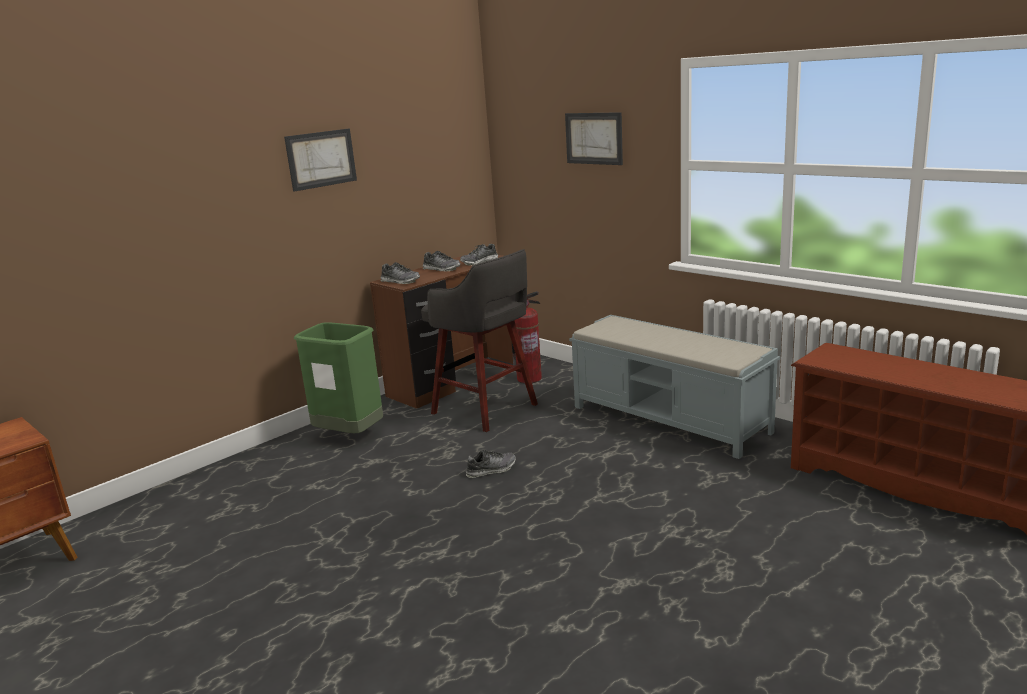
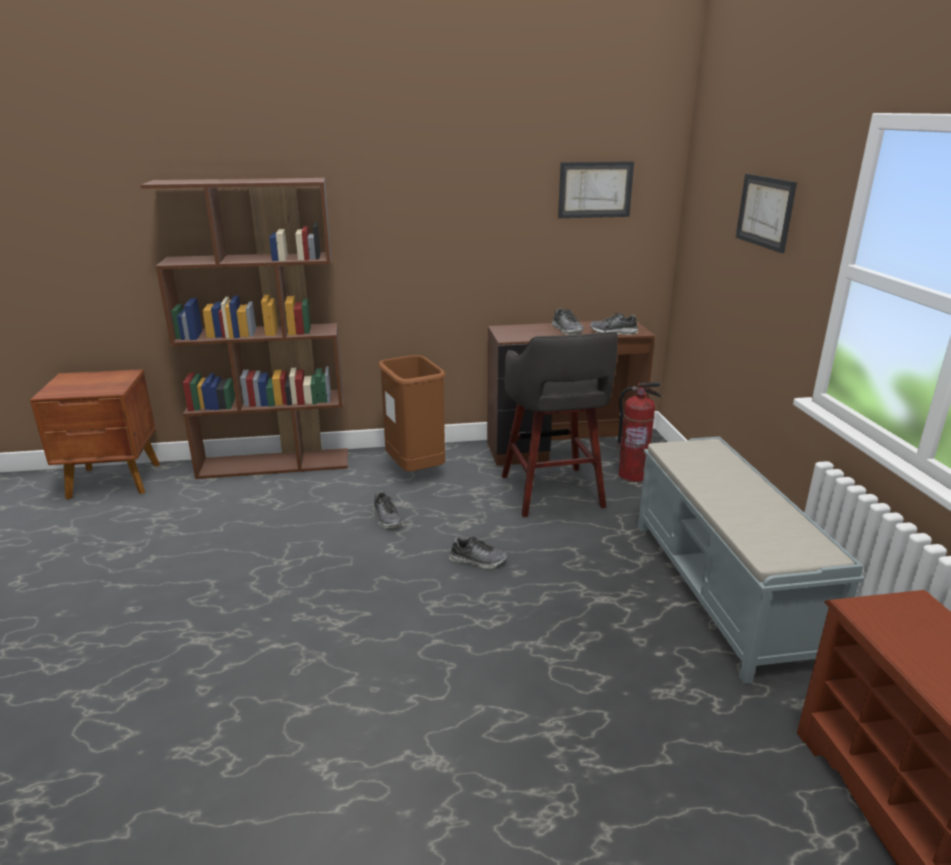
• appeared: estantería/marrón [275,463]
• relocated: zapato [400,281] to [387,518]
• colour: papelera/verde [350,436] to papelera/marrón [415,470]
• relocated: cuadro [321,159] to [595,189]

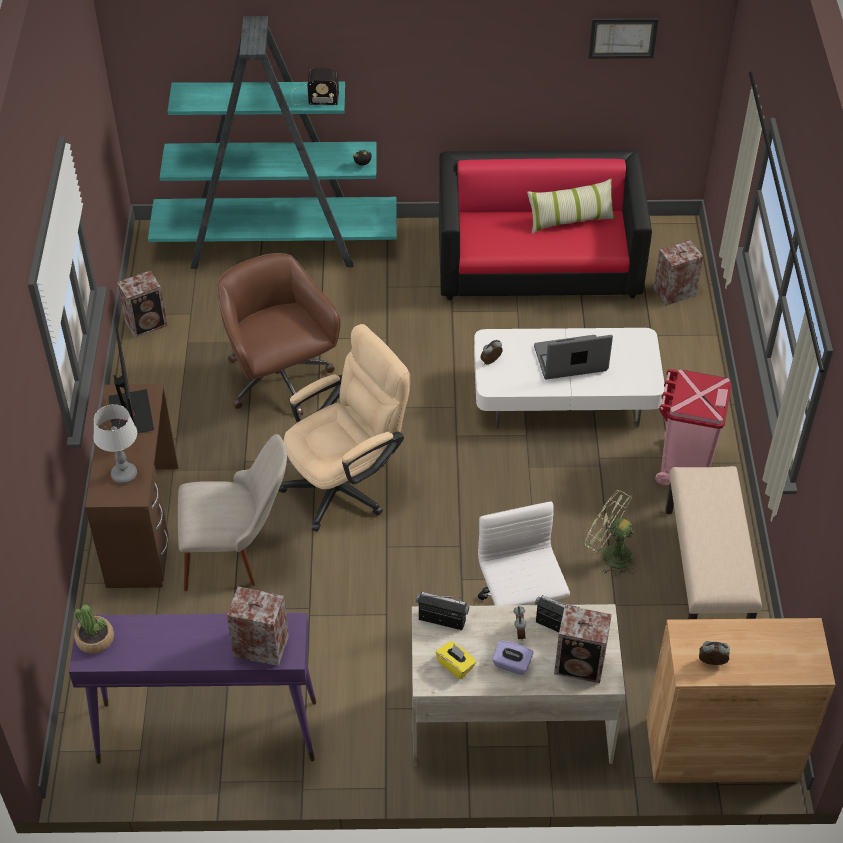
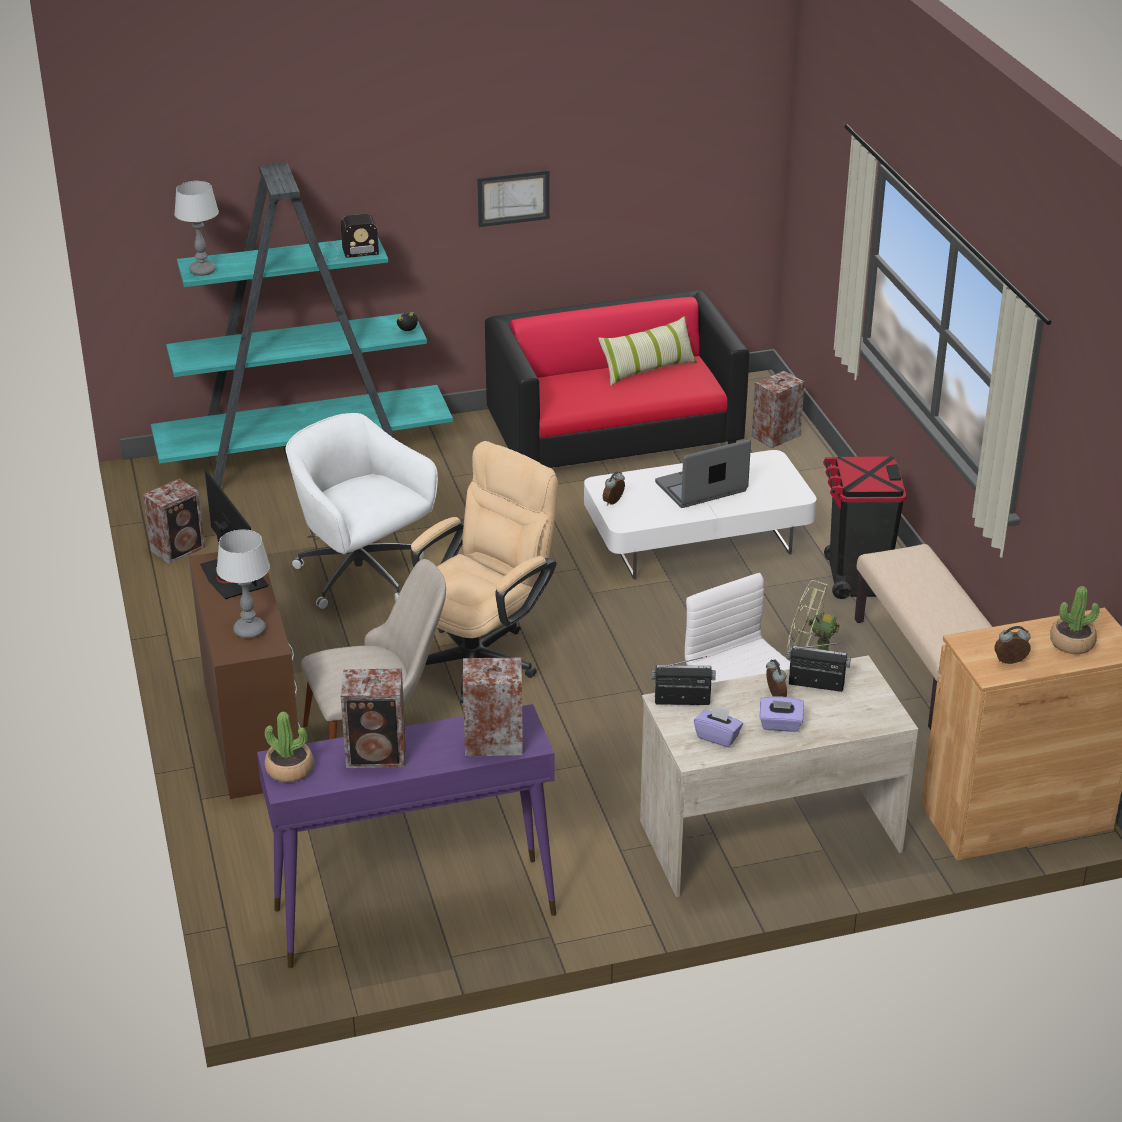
• appeared: lámpara de mesa [202,271]
• colour: silla de oficina/marrón [279,381] to silla de oficina/blanco [362,577]
• relocated: altavoz [581,665] to [378,754]
• relocated: cuadro [623,37] to [513,198]
• colour: caja de pañuelos/amarillo [456,665] to caja de pañuelos/morado [717,737]
• colour: papelera/rosa [683,465] to papelera/negro [856,579]
• appeared: planta en maceta [1072,643]

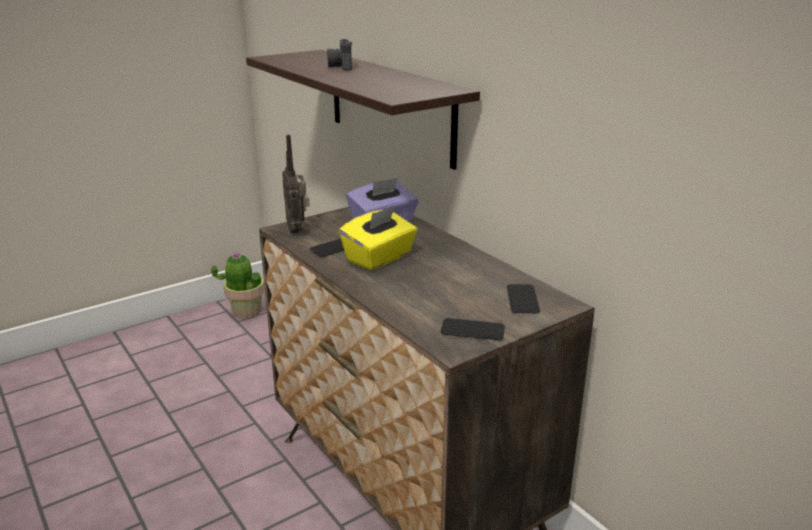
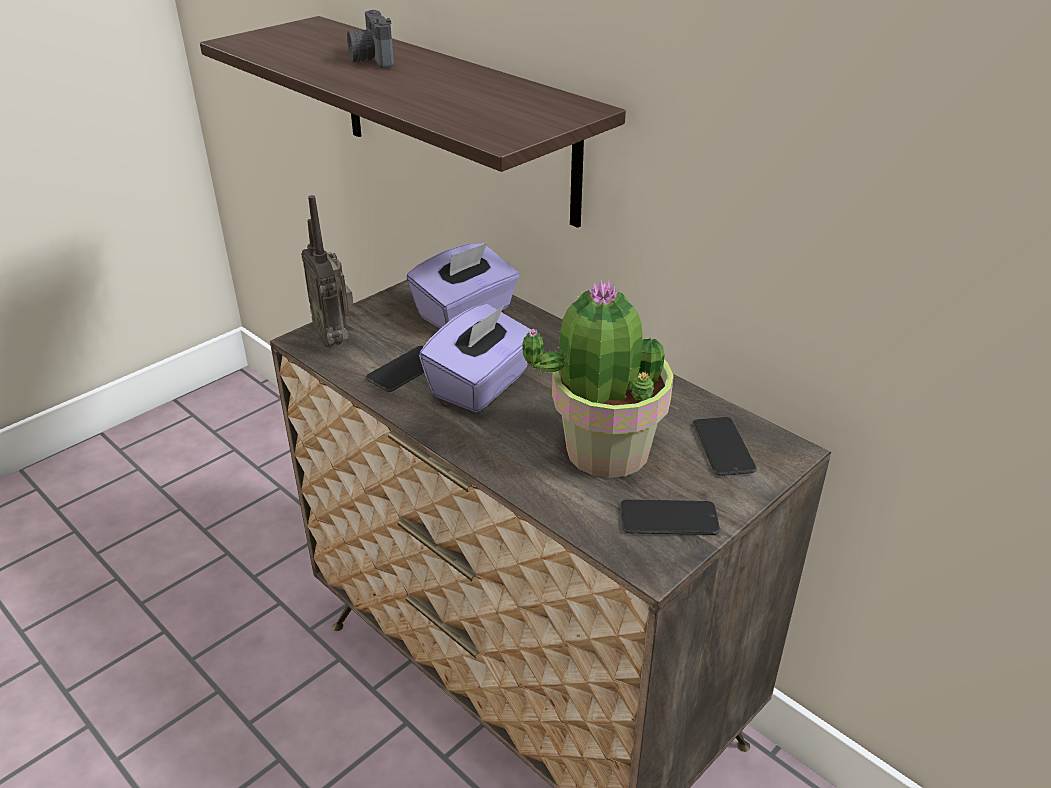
• colour: caja de pañuelos/amarillo [379,258] to caja de pañuelos/morado [481,385]
• relocated: planta en maceta [246,311] to [605,450]

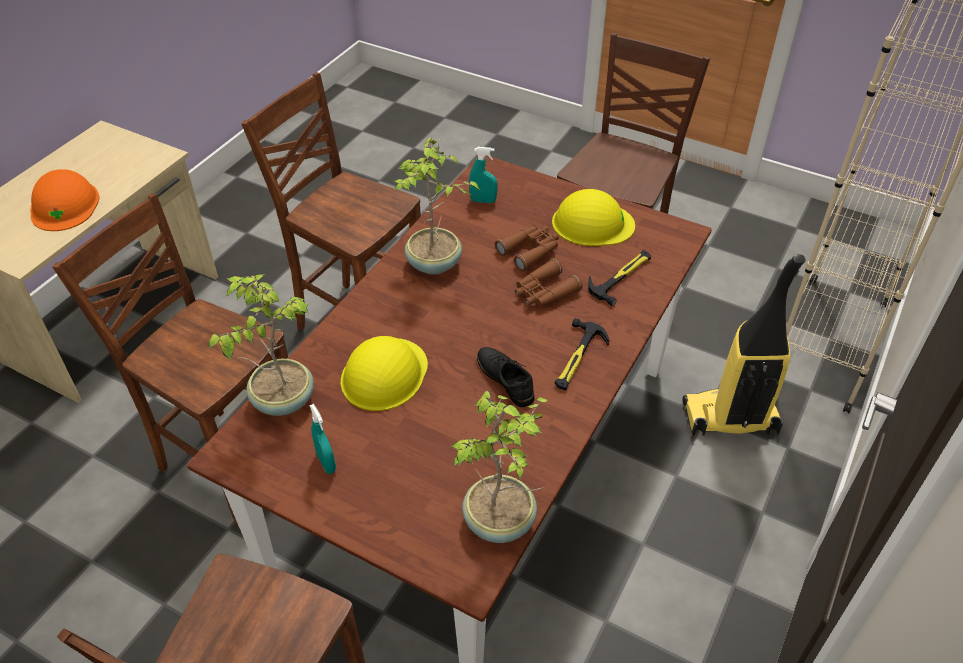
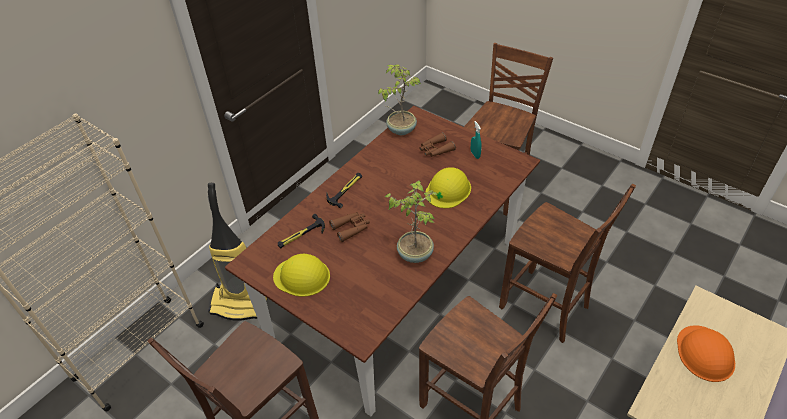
• relocated: prismáticos/marrón [530,251] to [435,150]
• missing: planta en maceta [282,399]
• missing: pulverizador/turquesa [483,201]
• missing: zapato/negro [505,379]

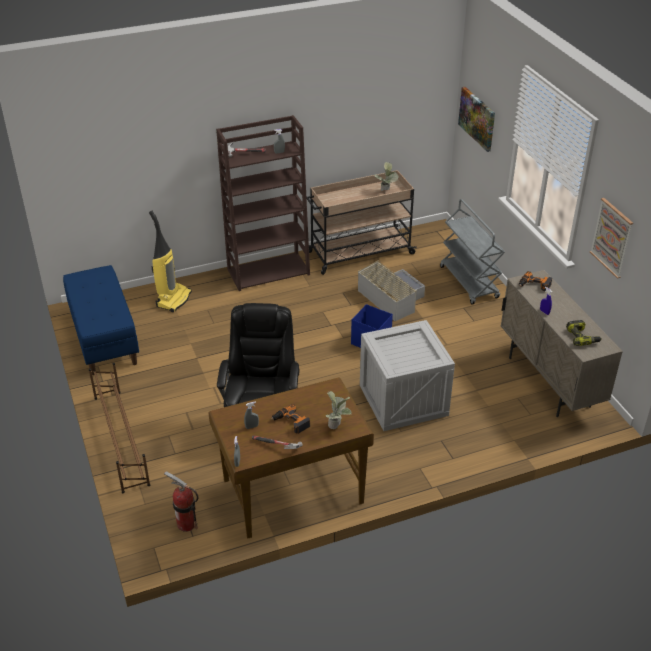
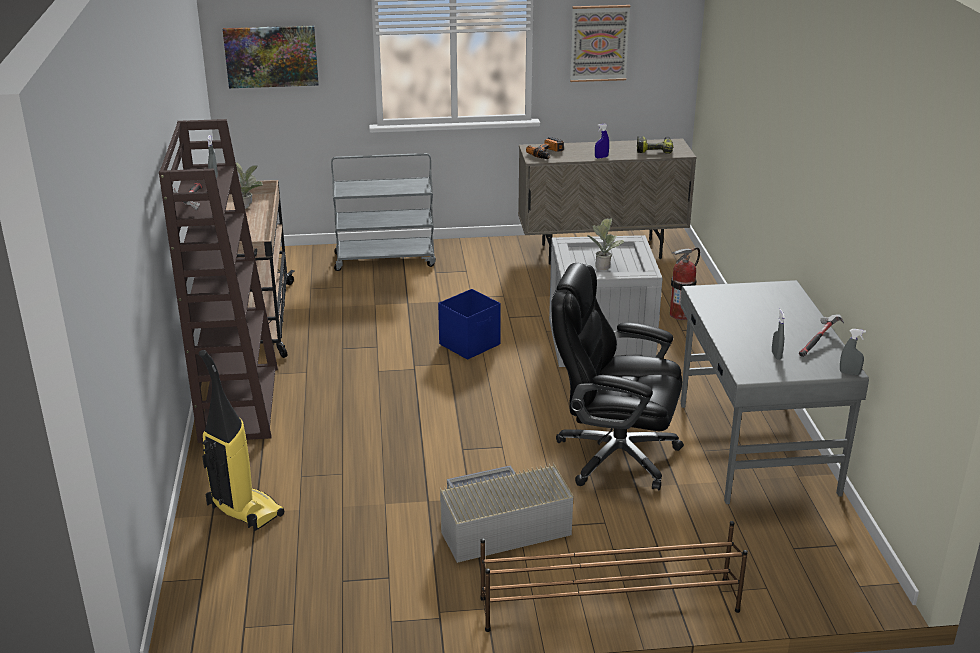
• relocated: caja de almacenaje/gris [391,298] to [498,525]
• relocated: planta en maceta [337,425] to [603,265]
• relocated: extintor [186,524] to [680,314]
• colour: escritorio/marrón [291,491] to escritorio/gris [755,448]
• missing: banco/azul [104,338]
• missing: taladro [291,422]

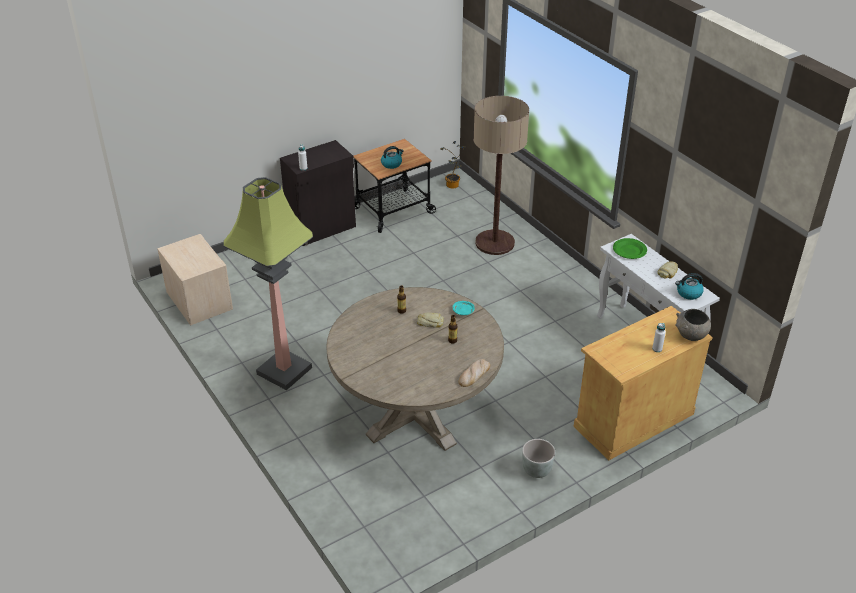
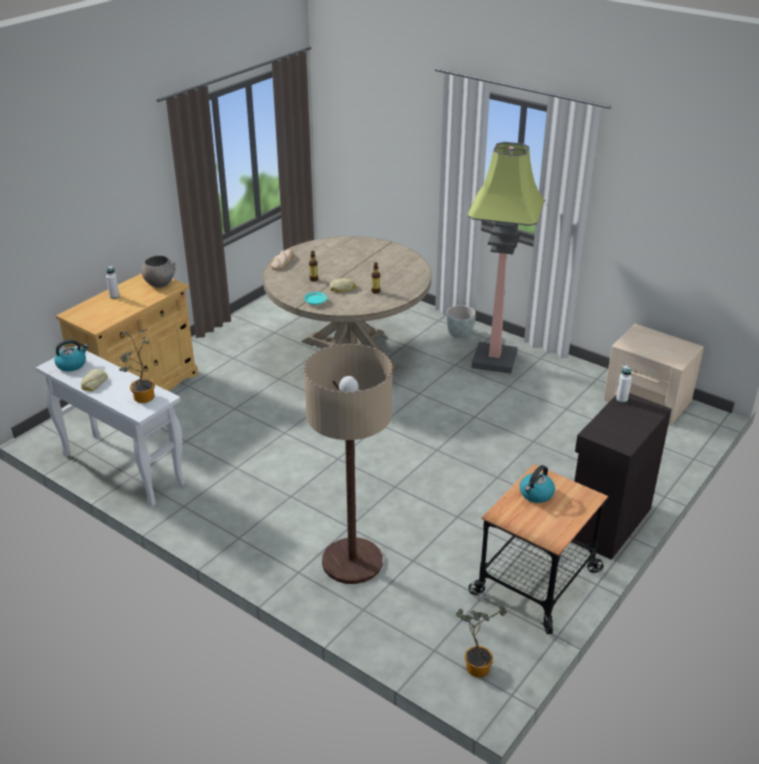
• exchanged: plato/verde [629,250] to planta en maceta [142,399]
• relocated: cuenco/gris [691,336] to [160,283]
• relocated: maceta/gris [536,470] to [459,334]

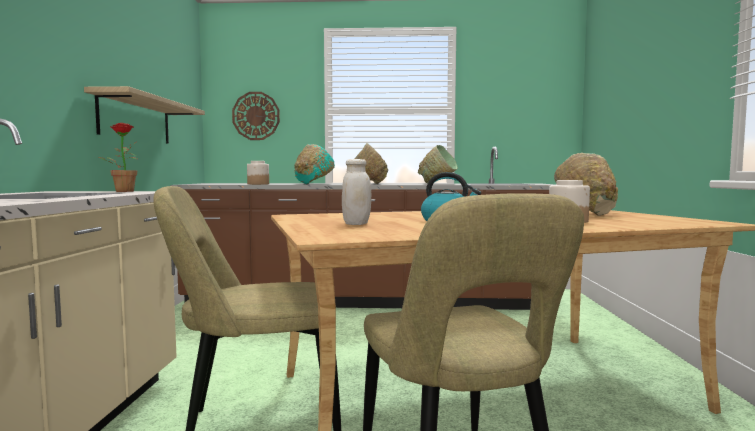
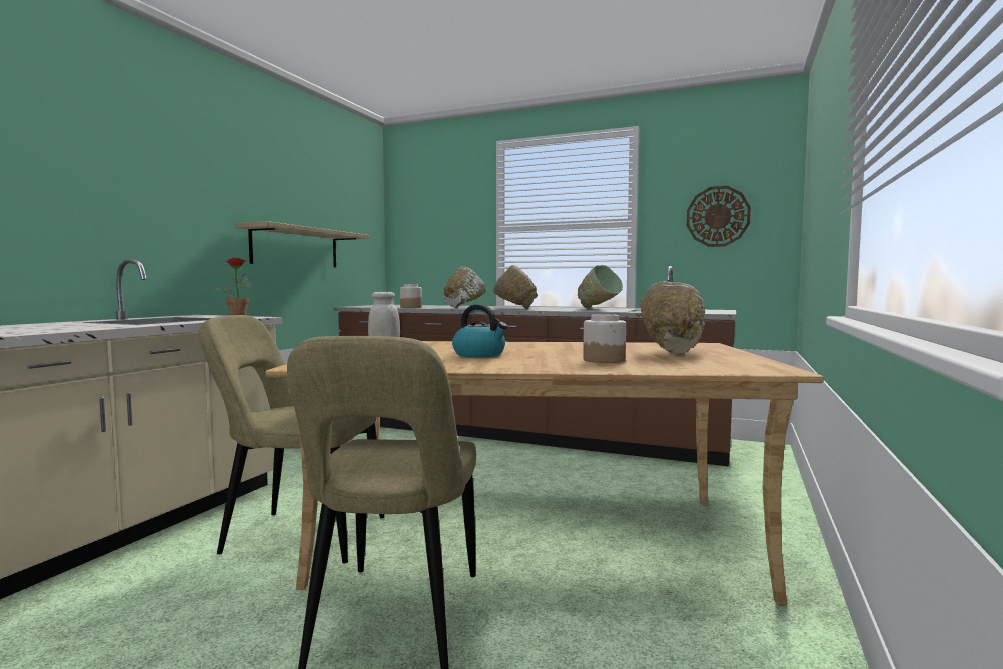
• colour: cuenco/turquesa [313,184] to cuenco/blanco [464,307]
• relocated: reloj de pared [256,116] to [718,216]

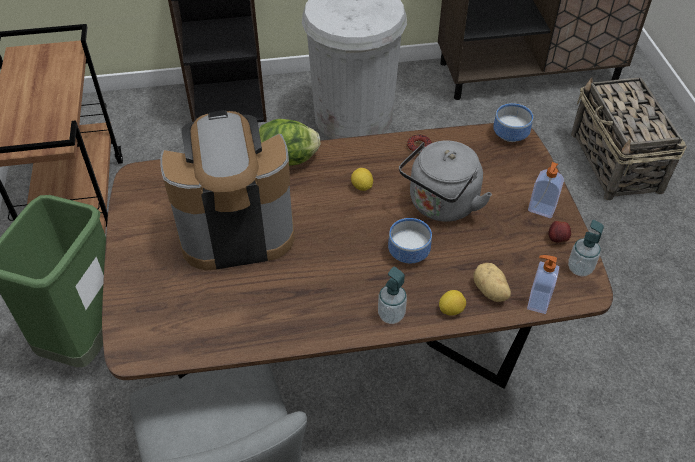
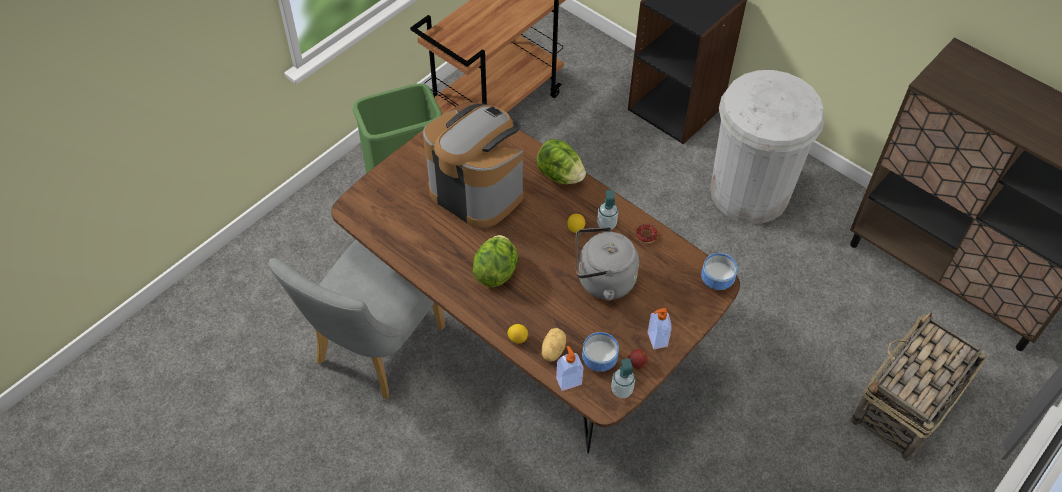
• appeared: lechuga [496,271]
• relocated: cuenco [407,254] to [597,360]
• relocated: dispensador de jabón [391,315] to [606,224]

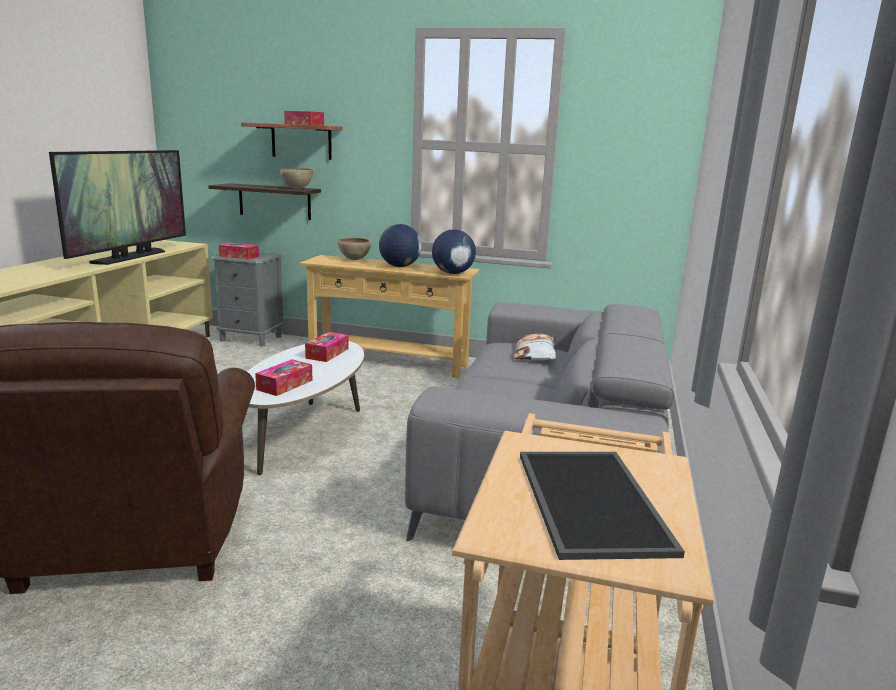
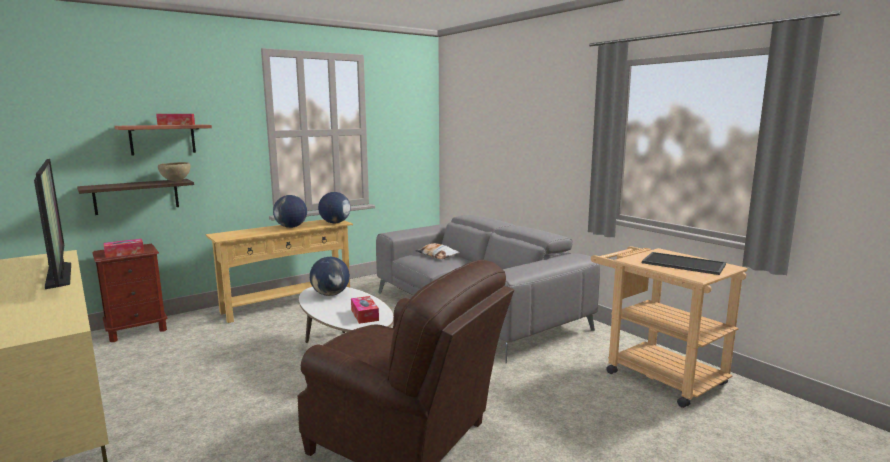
• colour: mesita de noche/gris [251,338] to mesita de noche/marrón [137,330]
• exchanged: caja de pañuelos [327,353] to globo terráqueo [331,294]
• missing: cuenco/marrón [354,260]

